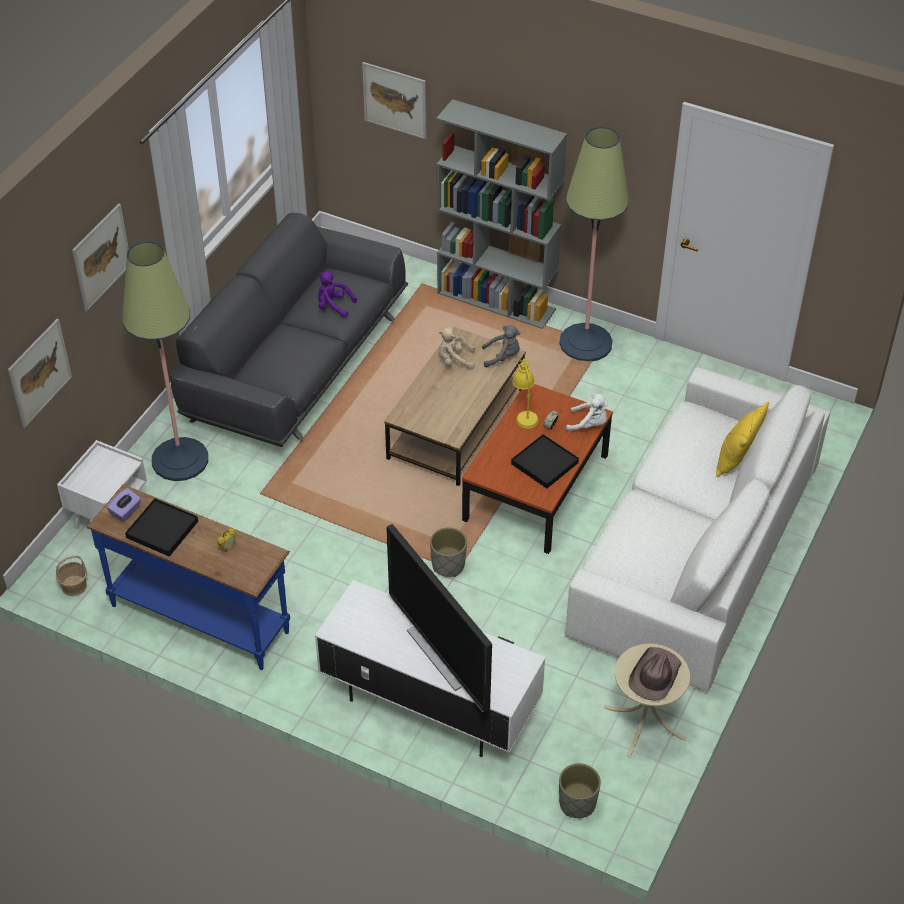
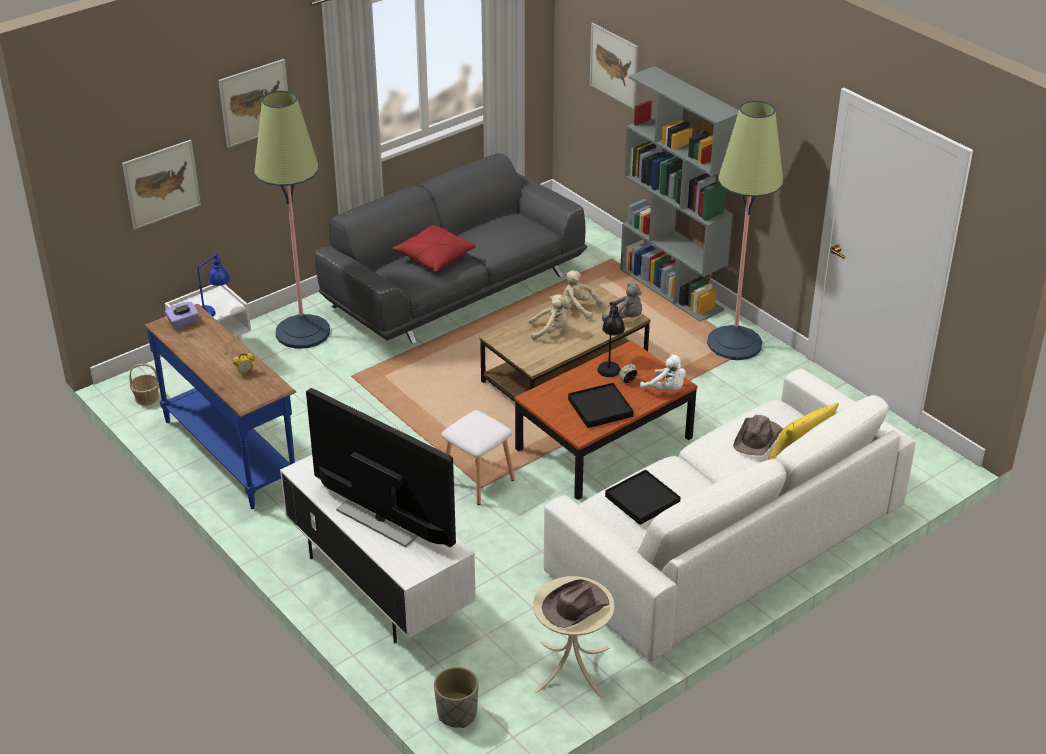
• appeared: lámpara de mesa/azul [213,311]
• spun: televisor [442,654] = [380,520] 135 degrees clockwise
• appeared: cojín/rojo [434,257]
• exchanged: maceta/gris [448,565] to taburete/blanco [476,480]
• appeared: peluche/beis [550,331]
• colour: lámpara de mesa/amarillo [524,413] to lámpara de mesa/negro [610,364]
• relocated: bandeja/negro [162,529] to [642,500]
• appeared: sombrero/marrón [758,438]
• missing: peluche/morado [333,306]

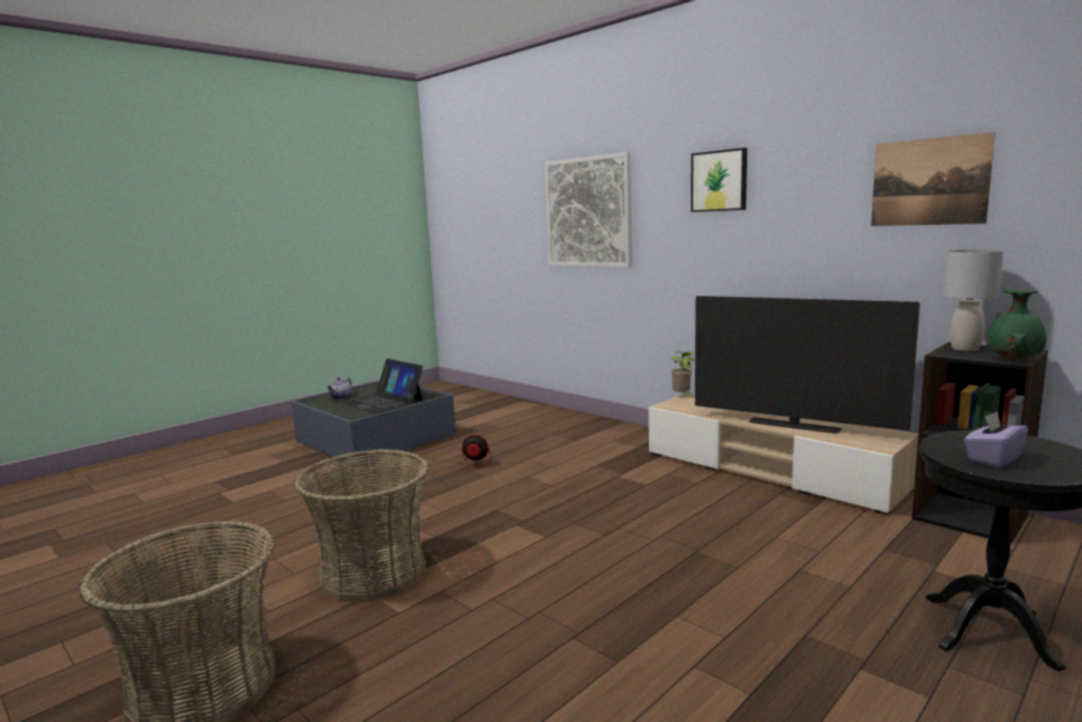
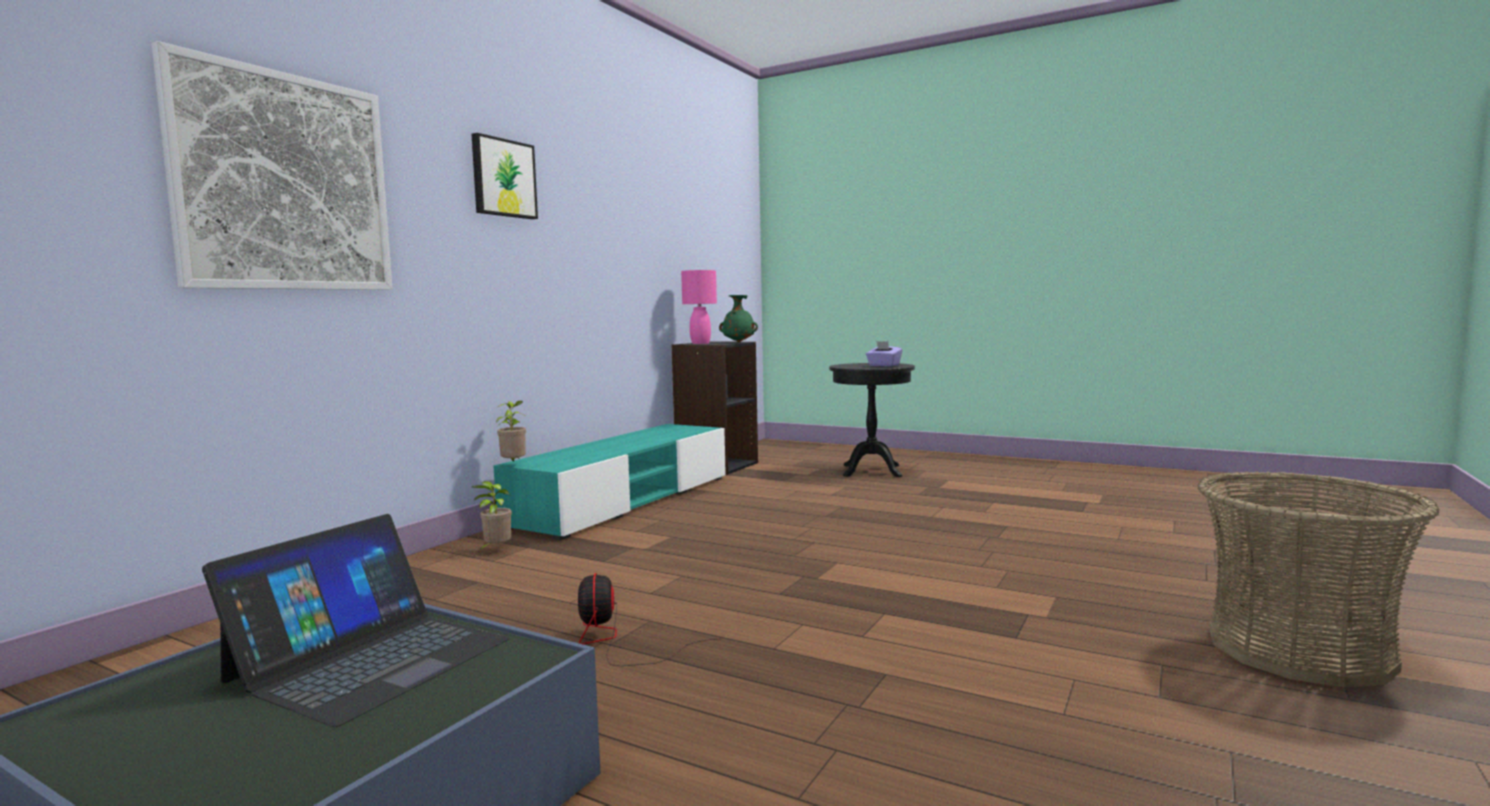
• appeared: planta en maceta [496,550]
• colour: mueble de televisión/beis [770,470] to mueble de televisión/turquesa [625,501]
• colour: lámpara de mesa/gris [966,348] to lámpara de mesa/rosa [700,343]
• missing: cesta [373,572]
• missing: tetera [341,397]
• missing: televisor [793,426]
• missing: cuadro [929,182]

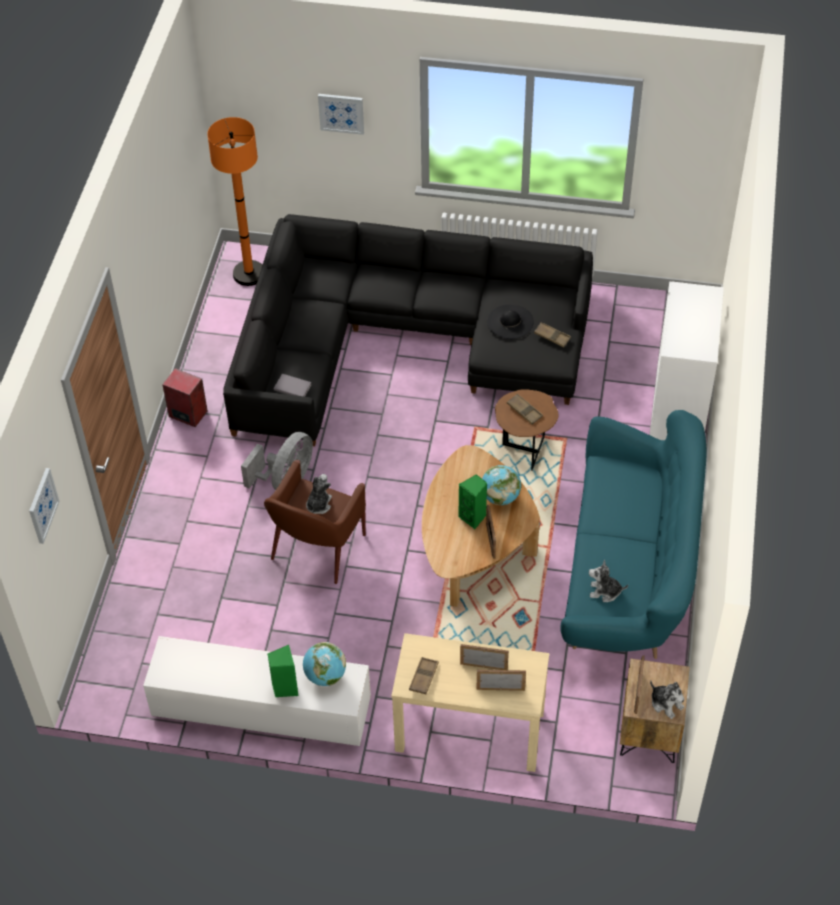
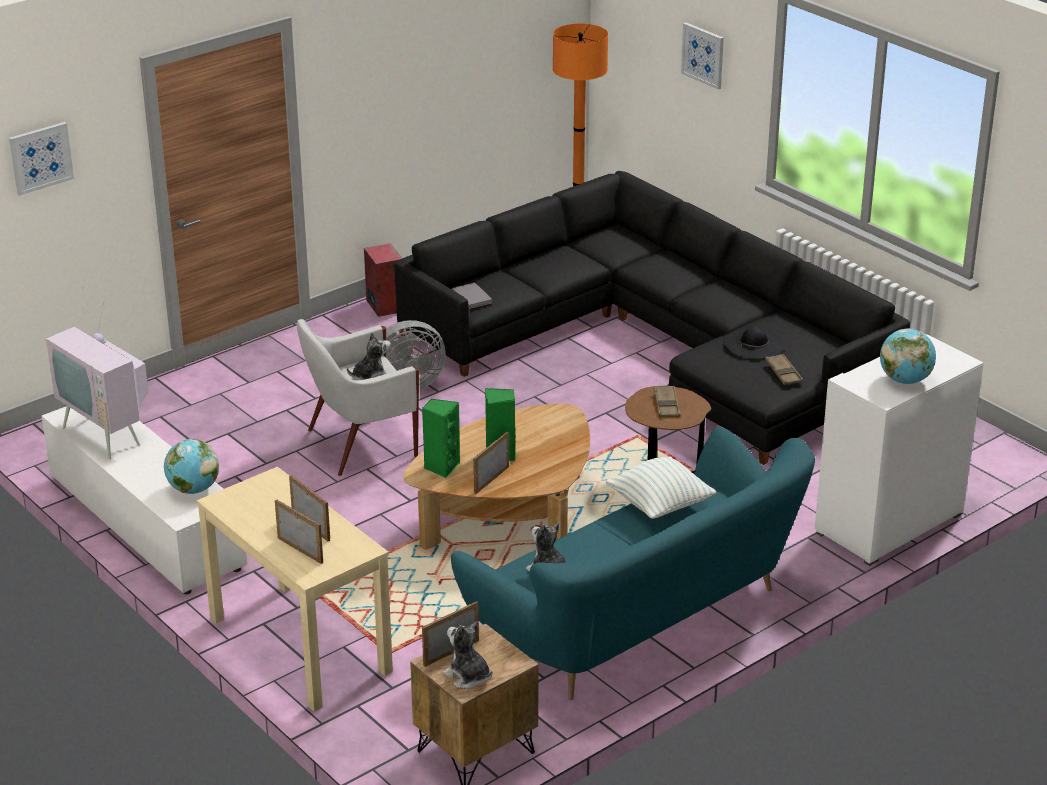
• appeared: televisor [107,433]
• colour: sillón/marrón [317,548] to sillón/blanco [359,444]
• relocated: altavoz/verde [285,688] to [441,467]
• spun: peluche [666,703] = [468,677] 135 degrees clockwise
• appeared: cojín [660,505]
• relocated: globo terráqueo [500,497] to [905,380]
• missing: bandeja/marrón [423,677]

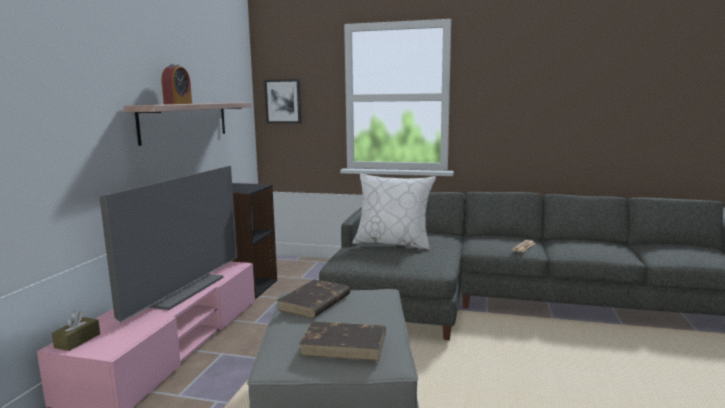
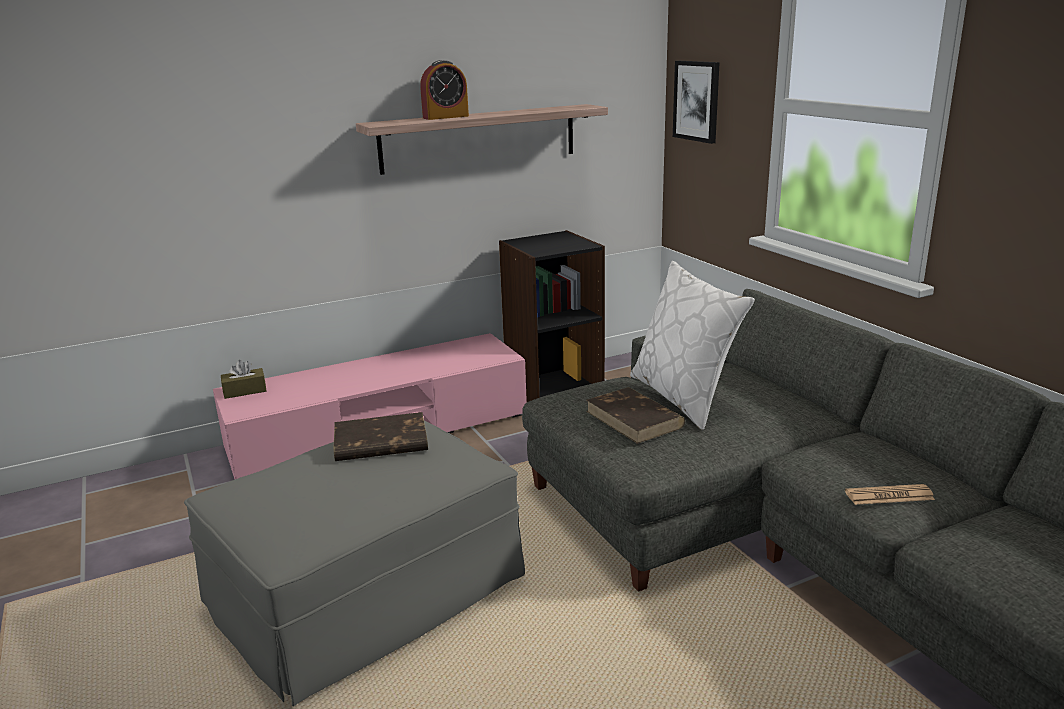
• relocated: libro/marrón [345,344] to [635,419]
• missing: televisor [181,289]

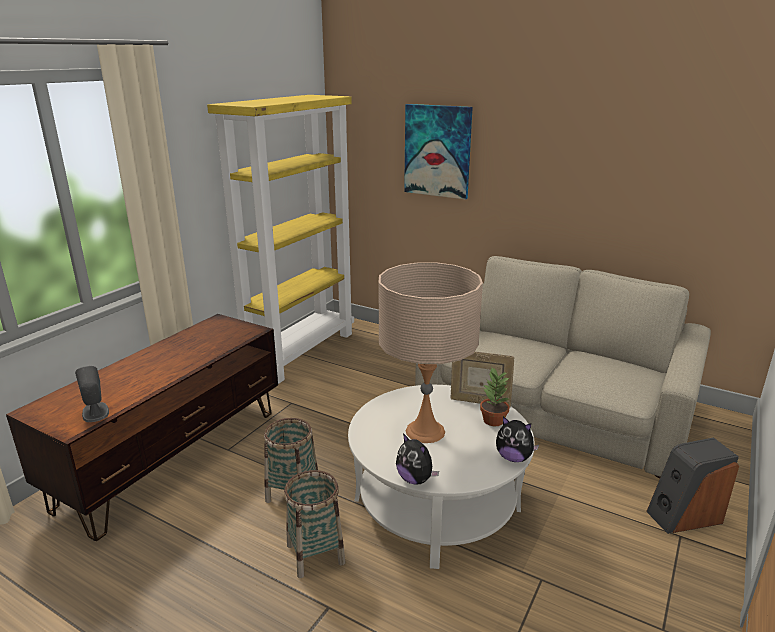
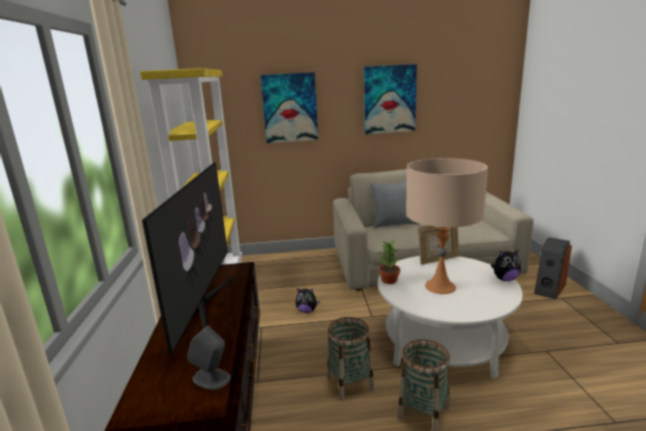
• appeared: televisor [204,304]
• relocated: peluche [415,479] to [307,311]
• appeared: cuadro [389,99]
• appeared: cojín/gris [393,224]
• relocated: planta en maceta [492,420] to [388,280]

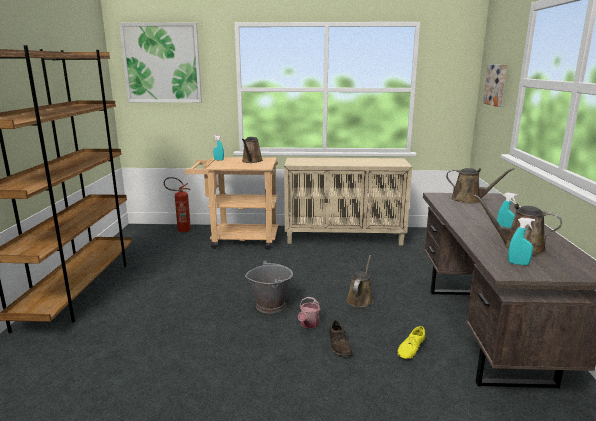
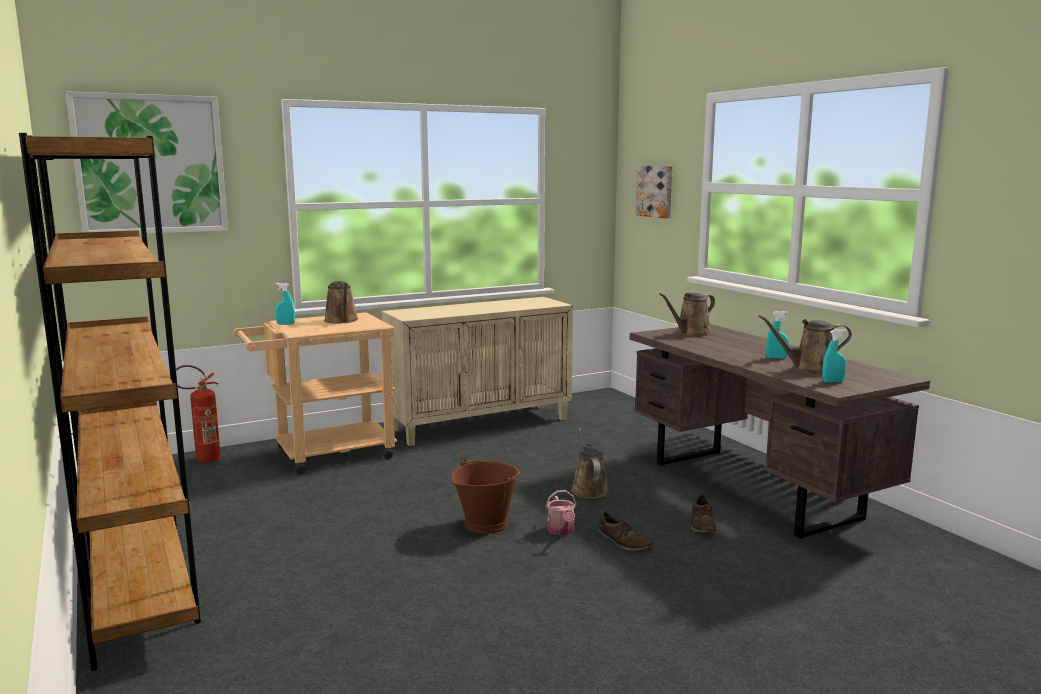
• colour: cubo/gris [270,305] to cubo/marrón [485,523]
• spun: regadera/marrón [469,199] = [691,333] 150 degrees clockwise
• colour: zapato/amarillo [411,349] to zapato/marrón [703,524]

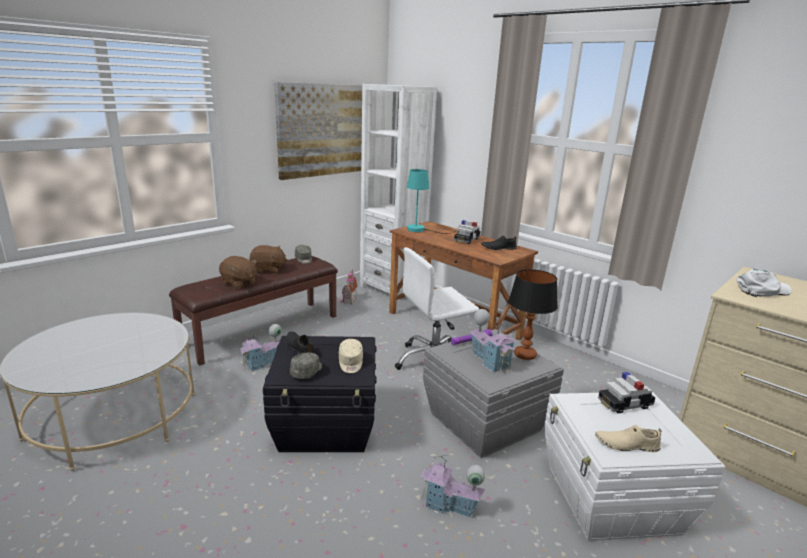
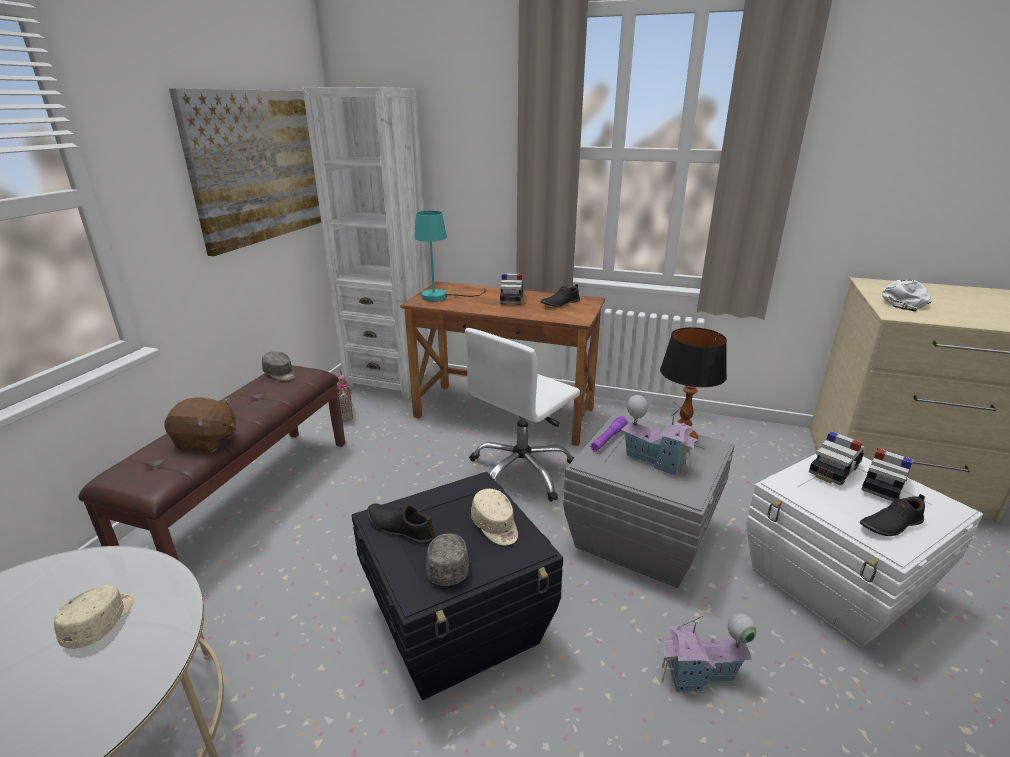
• appeared: gorra/beis [101,622]
• colour: zapato/beis [626,444] to zapato/negro [890,524]
• appeared: coche de juguete [884,485]
• missing: casita [262,363]
• missing: peluche/marrón [268,269]

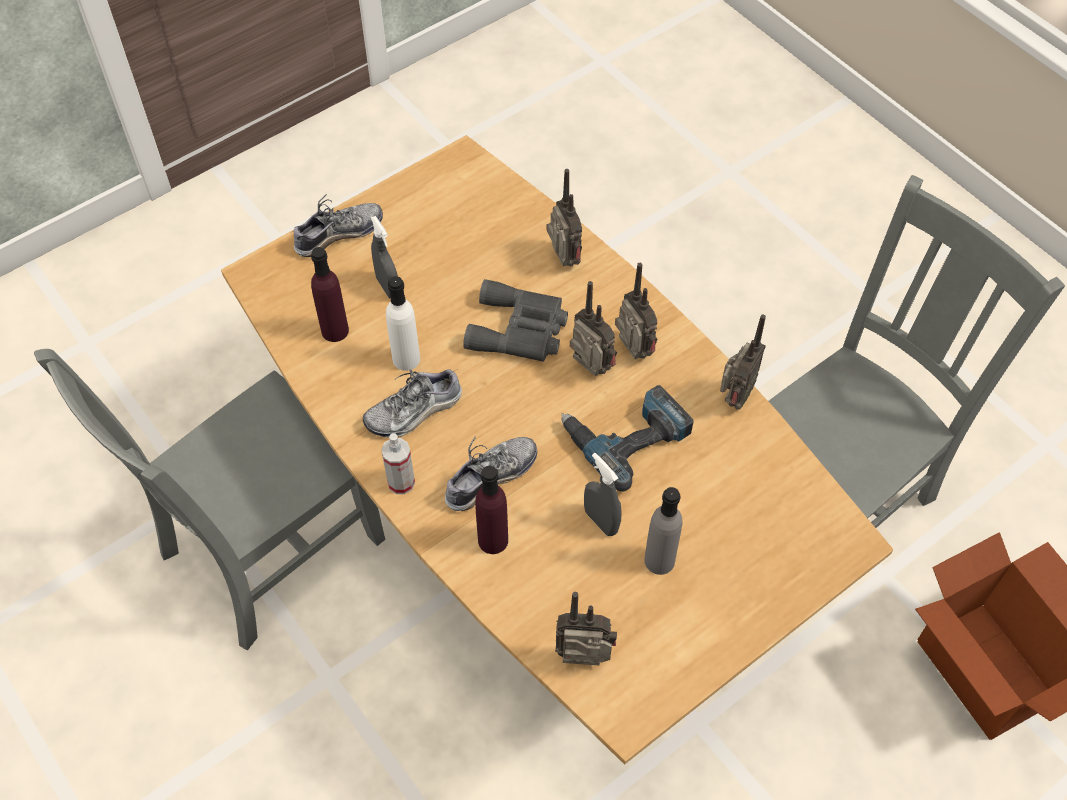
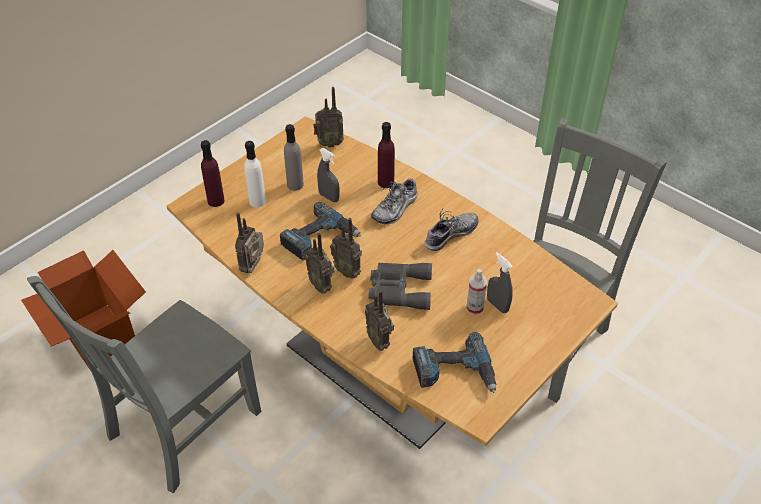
• relocated: botella/morado [335,330] to [216,201]
• relocated: botella/blanco [406,359] to [257,201]
• appeared: taladro [454,372]
• relocated: pulverizador [401,482] to [474,308]
• missing: zapato [338,235]

